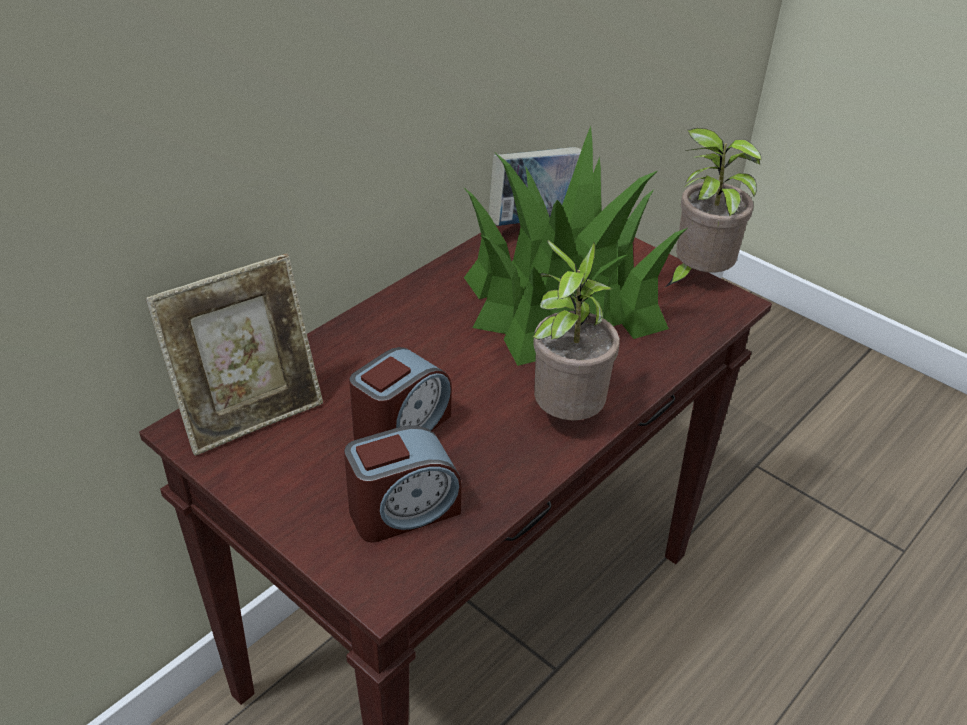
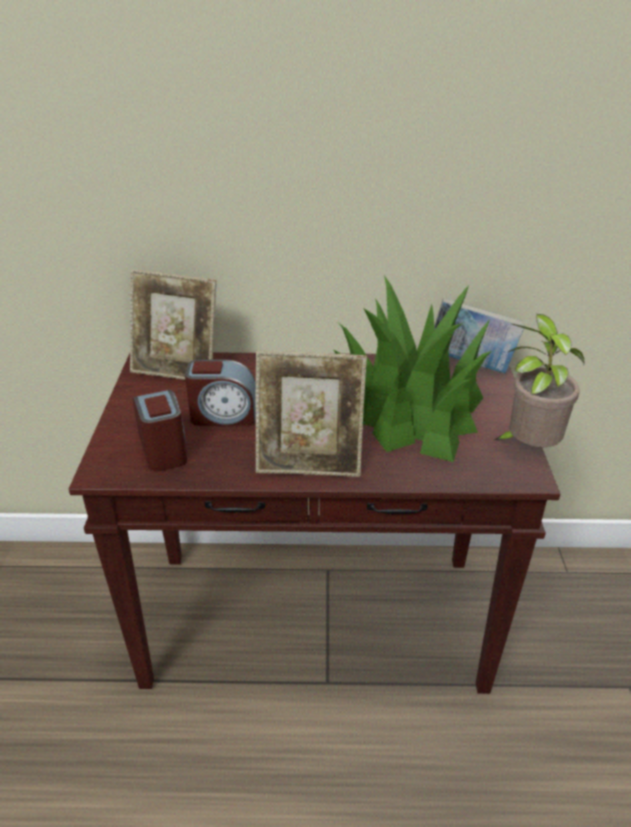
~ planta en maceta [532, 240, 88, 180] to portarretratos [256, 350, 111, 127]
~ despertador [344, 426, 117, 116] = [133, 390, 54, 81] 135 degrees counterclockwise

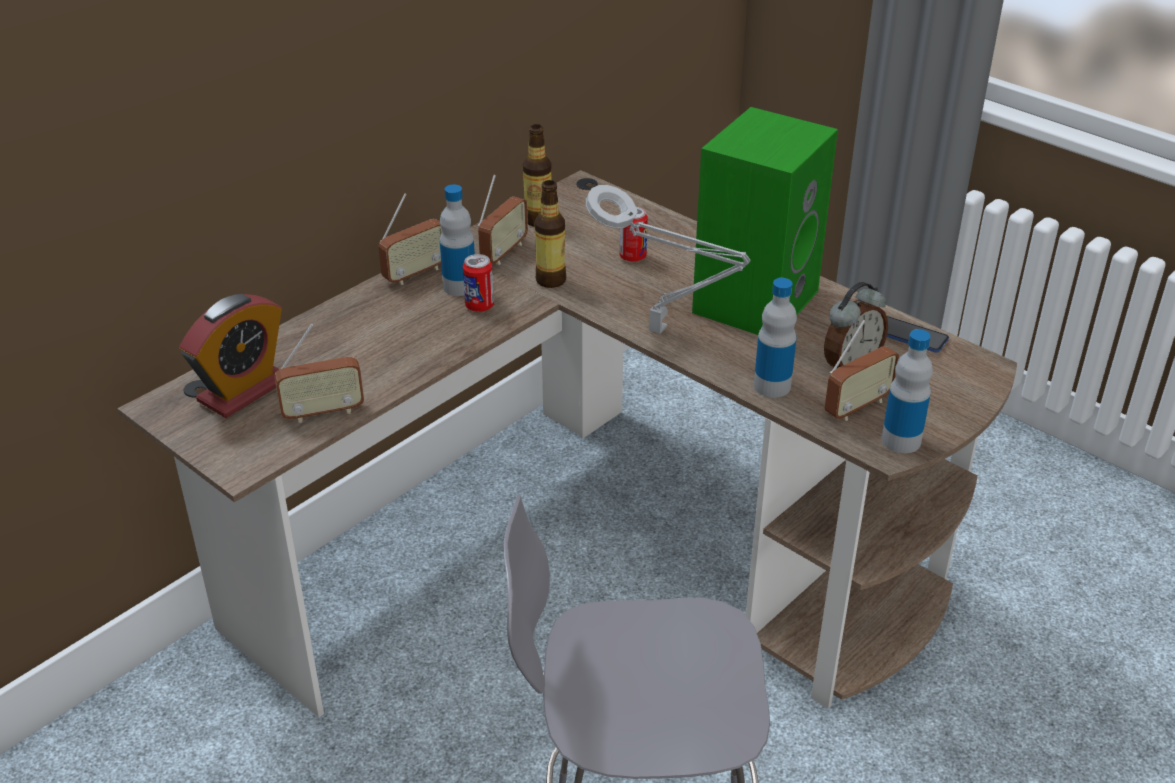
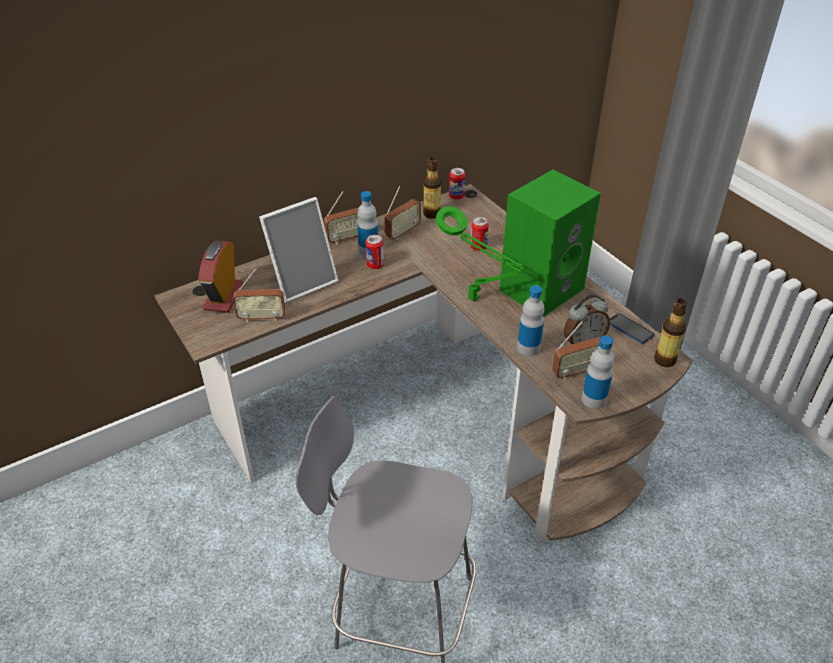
+ portarretratos [259, 197, 80, 106]
+ lata [449, 168, 16, 32]
~ botella [534, 180, 32, 108] to [654, 299, 33, 68]
~ lámpara de mesa [gris] [586, 185, 164, 149] to lámpara de mesa [verde] [436, 206, 89, 95]
~ despertador [179, 294, 103, 124] = [198, 241, 45, 72] 135 degrees clockwise

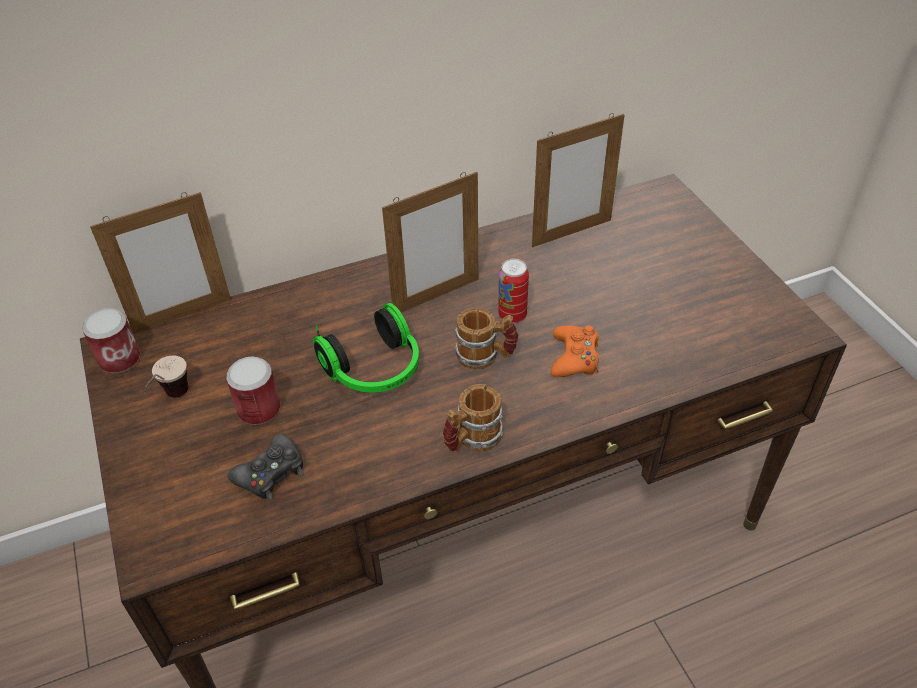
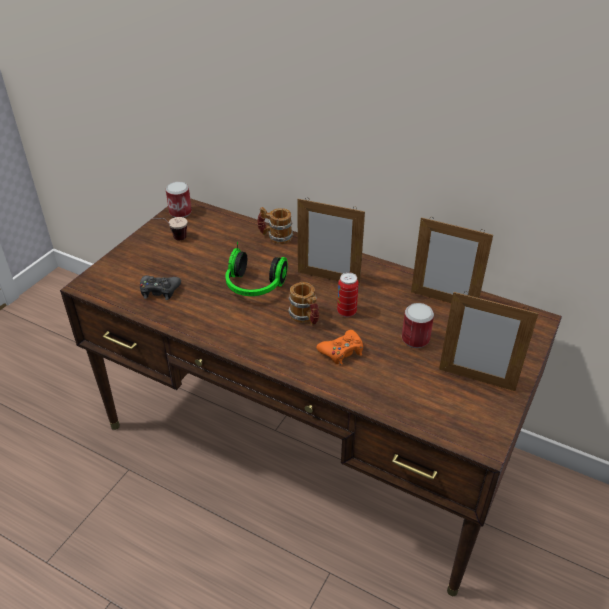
~ portarretratos [90, 192, 141, 142] to [439, 291, 99, 100]
~ lata [226, 357, 54, 68] to [402, 303, 32, 45]
~ taza grande [443, 384, 60, 68] to [257, 207, 36, 37]

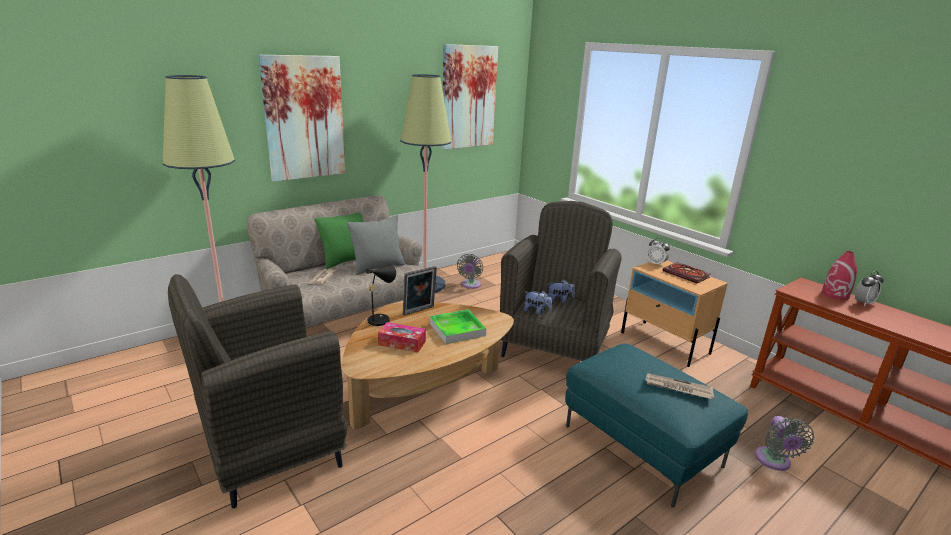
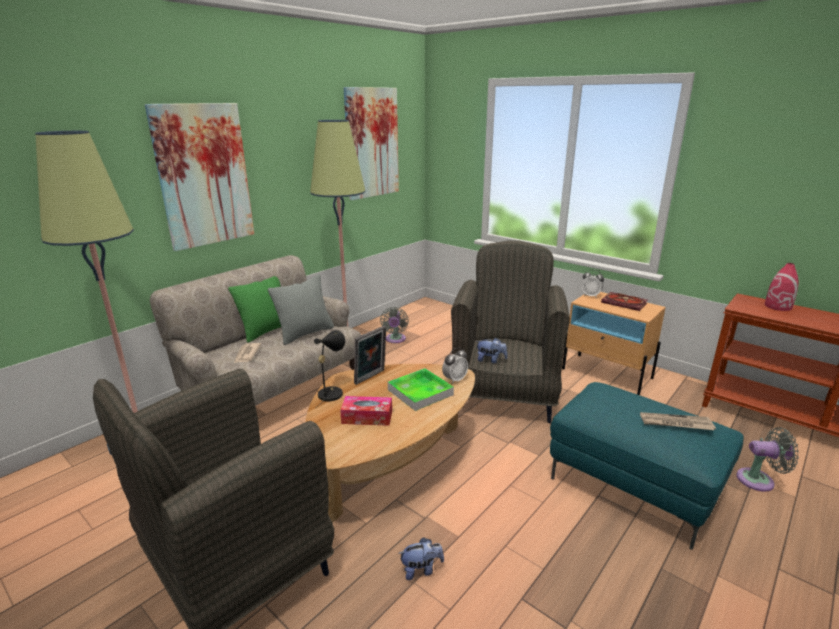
~ peluche [548, 279, 27, 24] to [399, 537, 45, 43]
~ despertador [855, 271, 28, 35] to [442, 348, 26, 36]
~ ventilador [gris] [755, 416, 59, 55] = [736, 427, 63, 65] 75 degrees counterclockwise

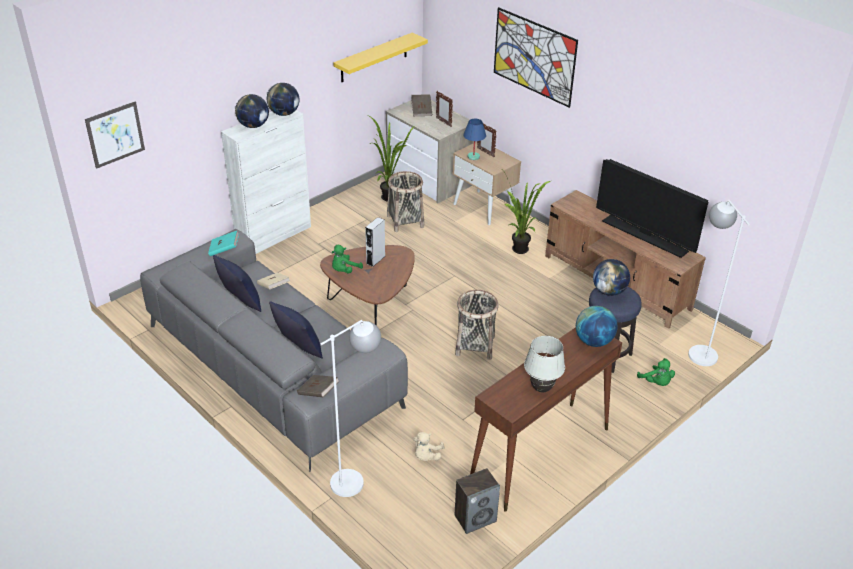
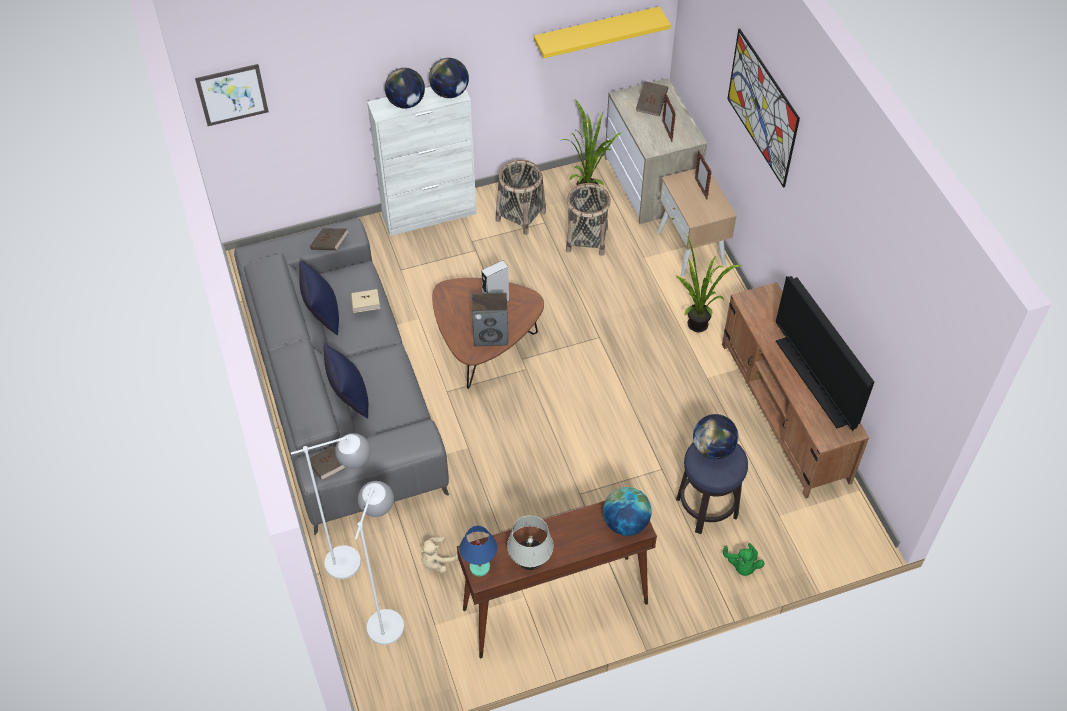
- peluche [verde] [332, 245, 31, 29]
~ cesta [455, 290, 44, 70] to [496, 160, 50, 75]
~ altavoz [455, 468, 45, 66] to [472, 293, 36, 53]
~ lámpara de mesa [azul] [463, 119, 23, 41] to [460, 526, 37, 50]
~ lámpara de pie [blanco] [688, 200, 62, 166] to [355, 481, 49, 164]
~ libro [turquesa] [208, 231, 31, 25] to libro [marrón] [310, 228, 40, 22]

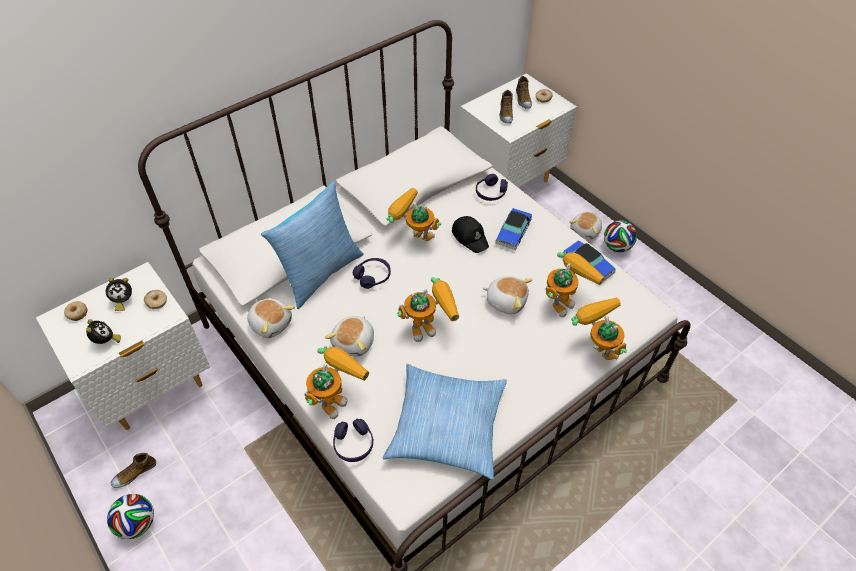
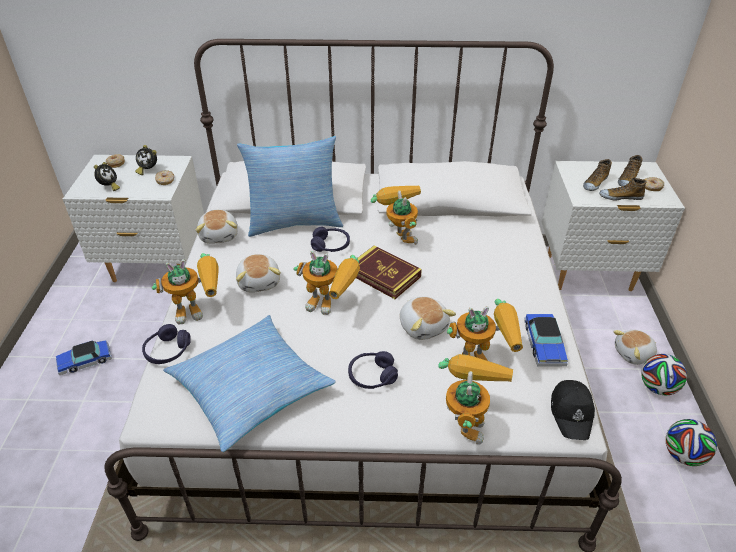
+ libro [356, 245, 66, 54]
~ balón de fútbol [107, 494, 47, 45] to [666, 419, 51, 47]
~ zapato [111, 453, 45, 35] to [599, 177, 47, 24]
~ gorra [negro] [452, 216, 37, 37] to [551, 380, 44, 60]
~ auriculares [morado] [476, 174, 32, 27] to [348, 351, 50, 38]
~ coche de juguete [495, 208, 37, 42] to [56, 340, 56, 35]
~ peluche [325, 316, 49, 40] = [236, 254, 45, 39] 75 degrees counterclockwise

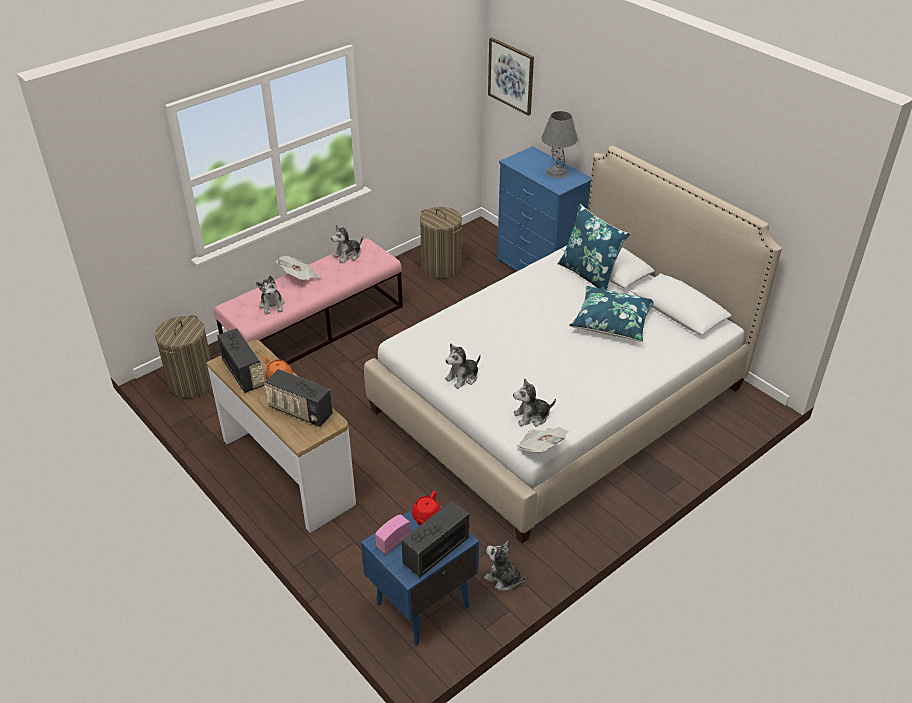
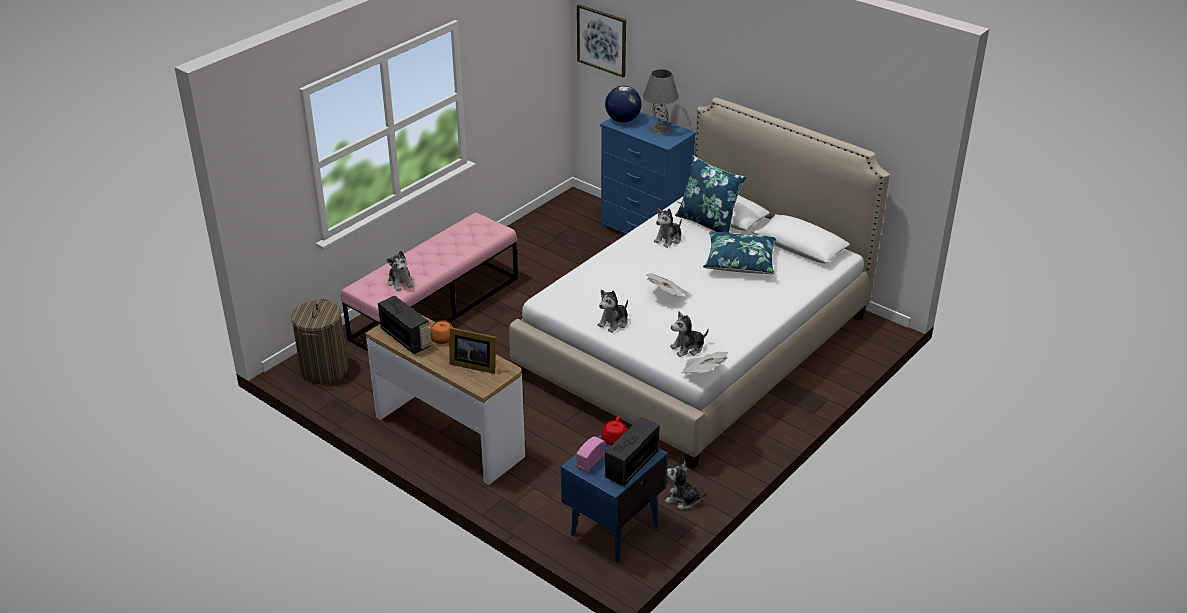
- cesto de la ropa [420, 207, 42, 72]
+ globo terráqueo [605, 86, 37, 37]
~ periódico [276, 256, 45, 24] to [646, 273, 44, 24]
~ peluche [331, 225, 32, 38] to [654, 208, 28, 40]
~ radio [264, 369, 69, 58] to portarretratos [449, 327, 47, 47]

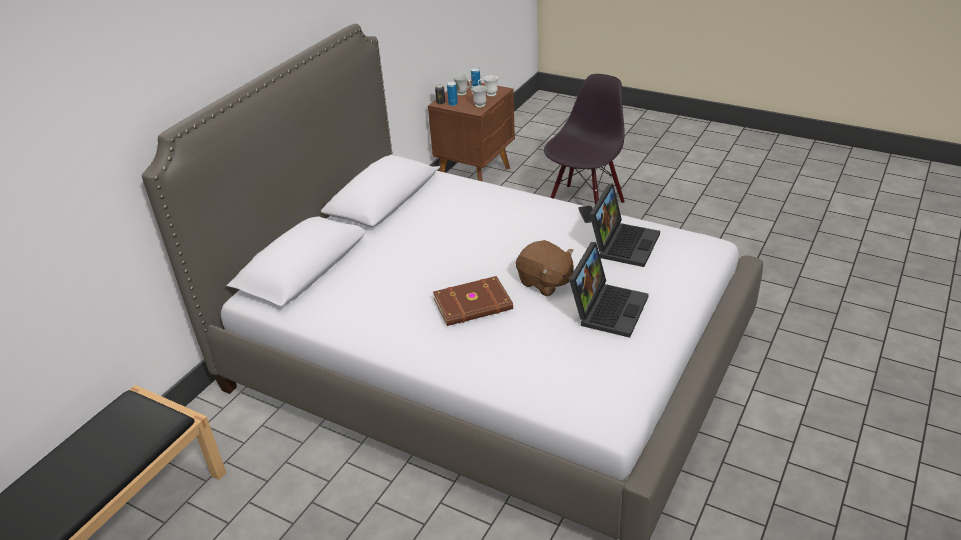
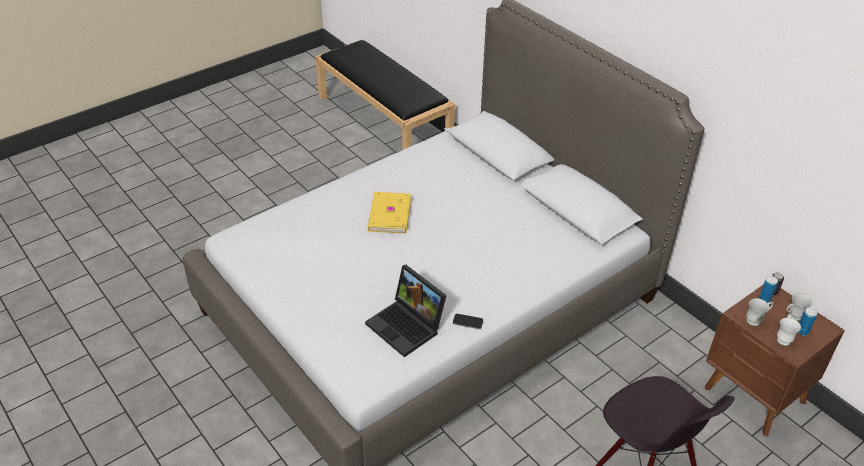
- peluche [marrón] [516, 240, 58, 56]
- portátil [569, 242, 80, 96]
~ libro [marrón] [433, 276, 80, 50] to libro [amarillo] [367, 192, 44, 42]

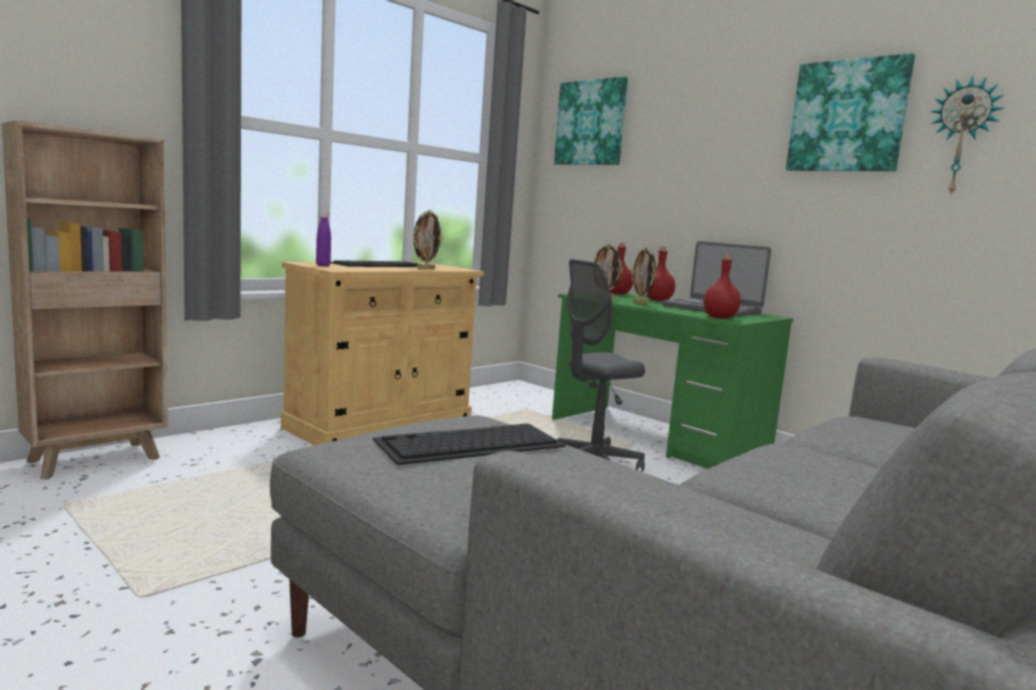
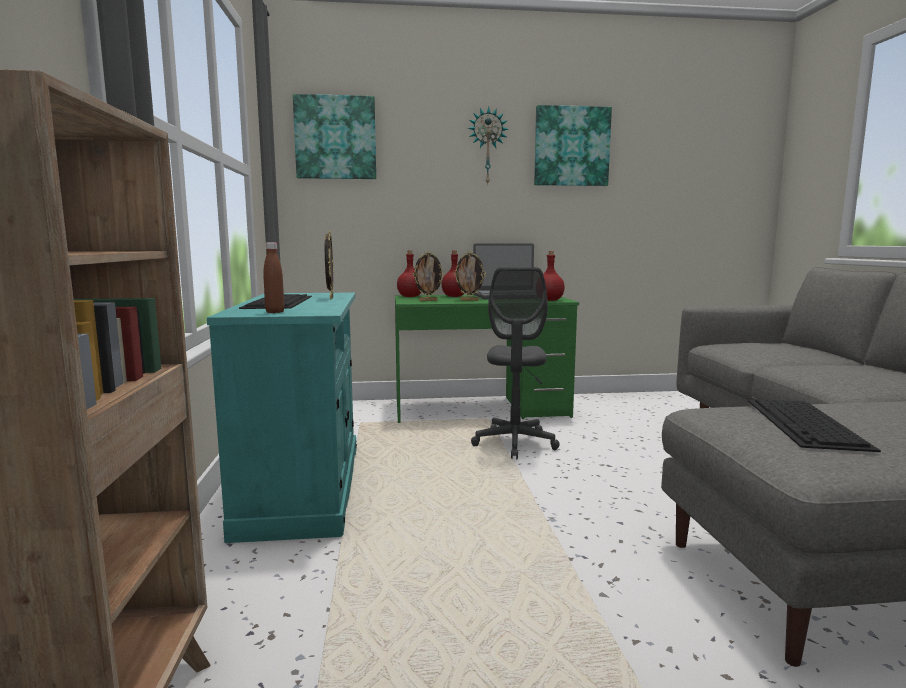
~ reloj de pared [930, 75, 74, 121] to [468, 107, 40, 78]
~ armario [beis] [281, 262, 203, 183] to armario [turquesa] [207, 292, 150, 251]
~ botella [morado] [316, 212, 15, 54] to botella [marrón] [263, 242, 21, 71]

